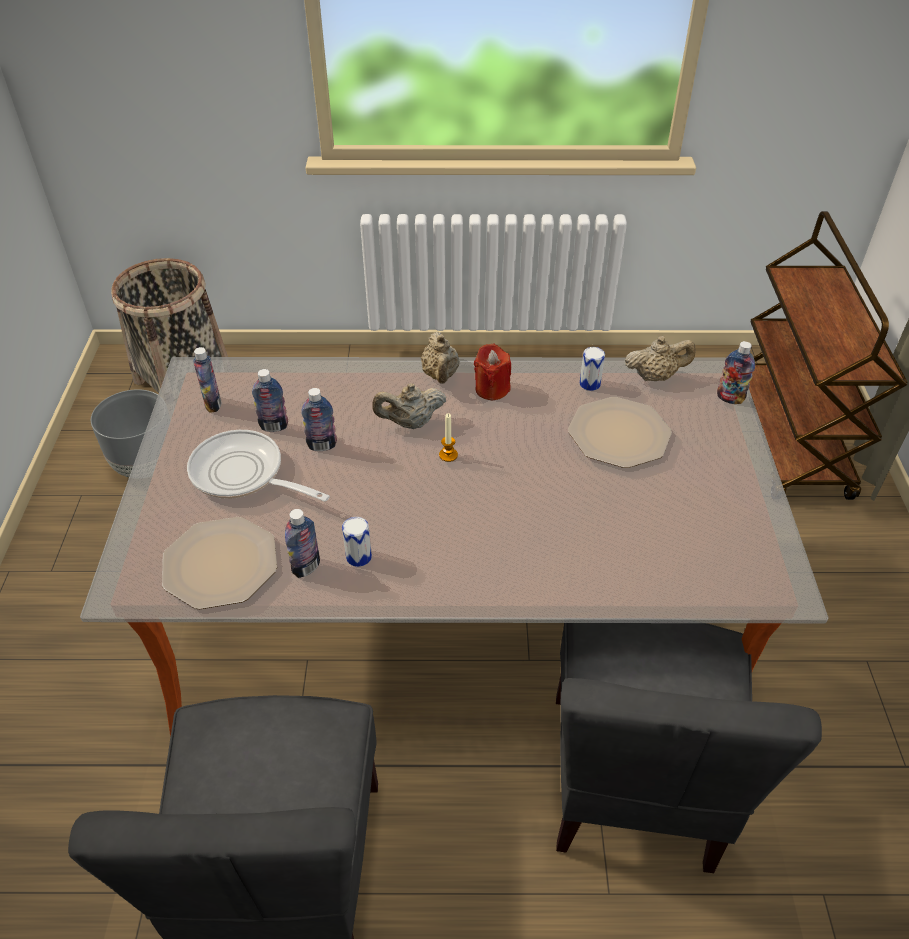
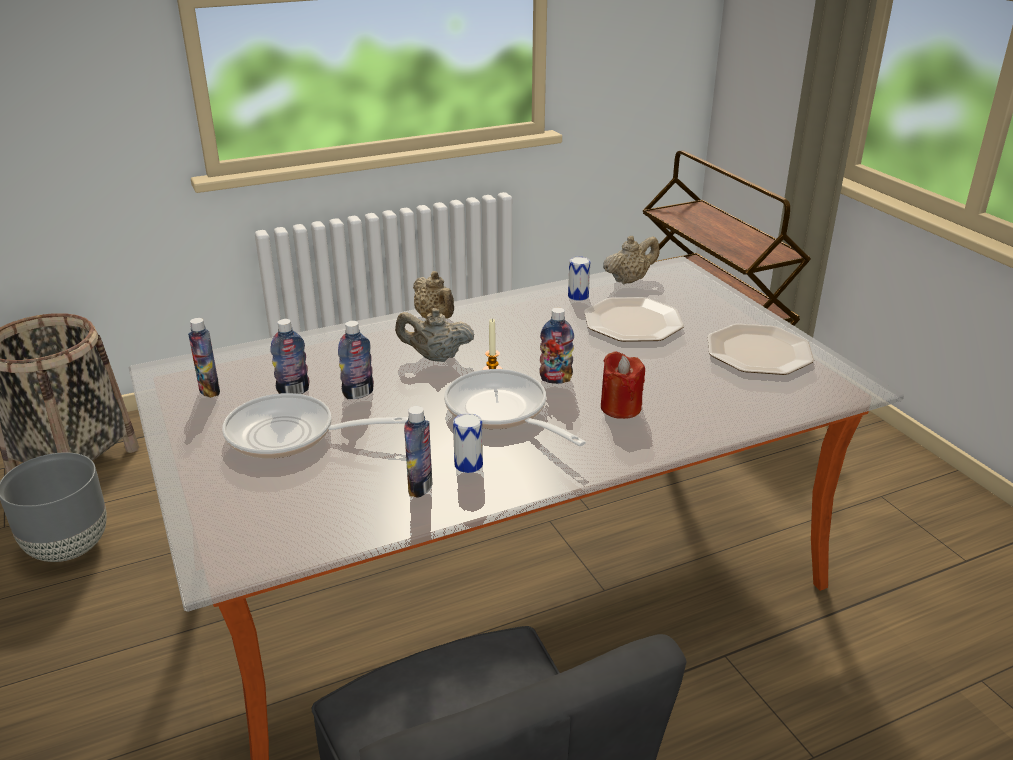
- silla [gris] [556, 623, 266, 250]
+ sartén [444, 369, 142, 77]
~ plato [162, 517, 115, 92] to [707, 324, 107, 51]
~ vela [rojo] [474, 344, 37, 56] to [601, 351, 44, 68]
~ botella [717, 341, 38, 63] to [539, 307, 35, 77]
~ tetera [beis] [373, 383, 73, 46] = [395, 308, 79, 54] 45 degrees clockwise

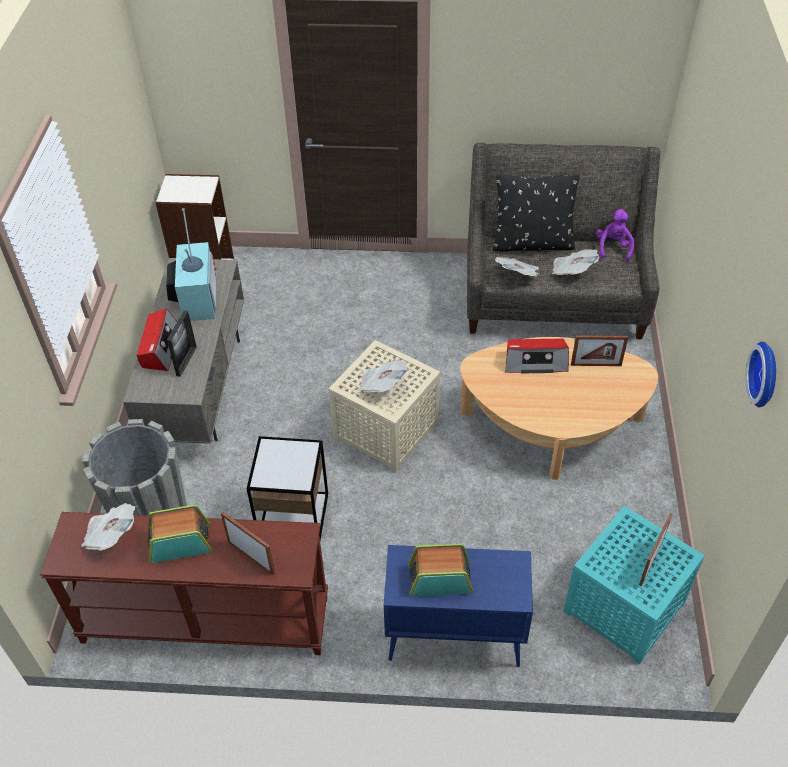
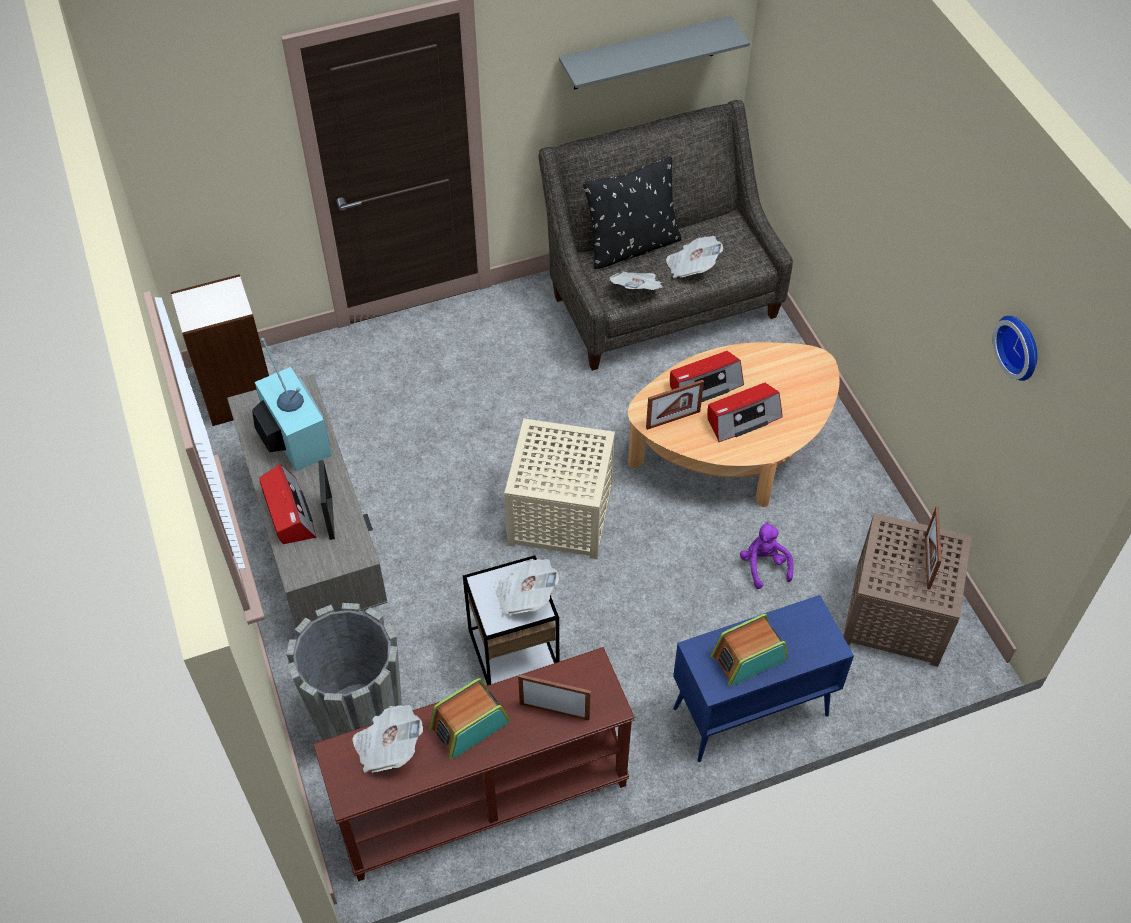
+ estante [gris] [559, 16, 191, 73]
+ radio [707, 383, 76, 59]
~ periódico [359, 360, 48, 33] to [494, 559, 65, 55]
~ portarretratos [571, 335, 57, 31] to [646, 380, 58, 50]
~ peluche [morado] [596, 209, 39, 53] to [740, 522, 54, 67]
~ mesa auxiliar [turquesa] [563, 506, 142, 159] to mesa auxiliar [marrón] [843, 513, 129, 154]

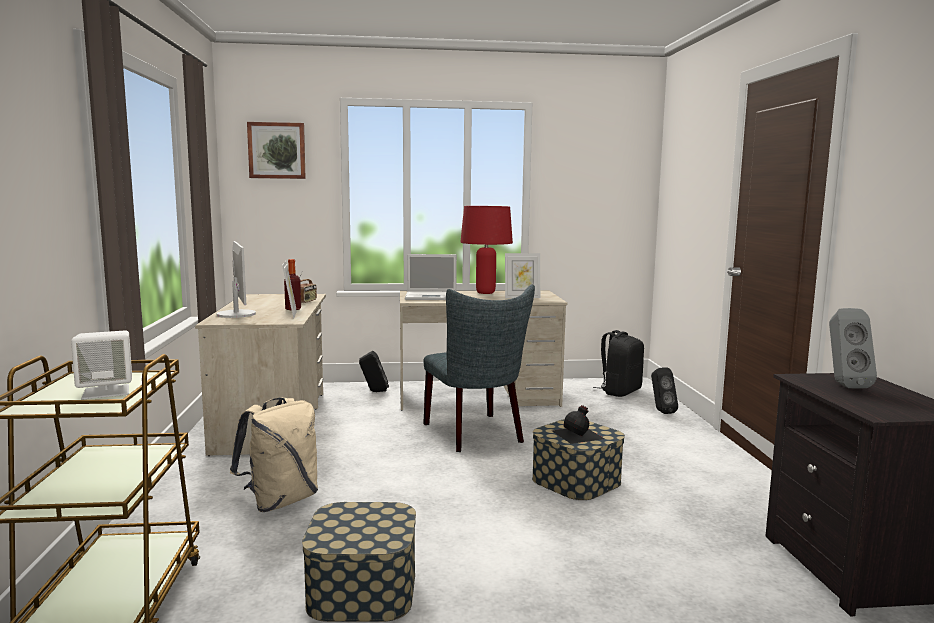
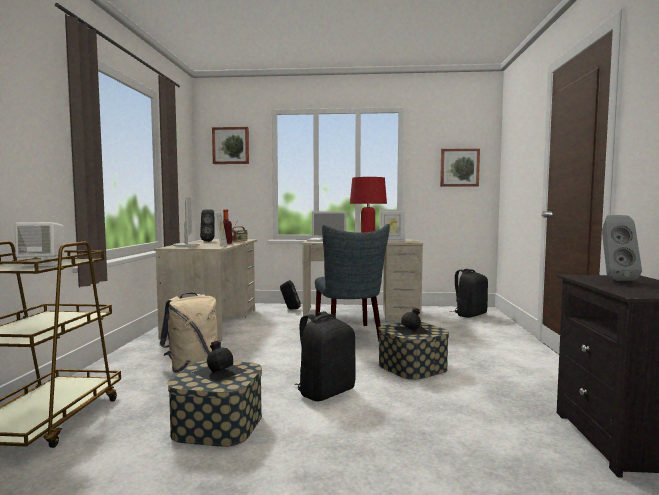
+ botella [negro] [191, 340, 56, 42]
+ mochila [negro] [295, 311, 61, 90]
+ cuadro [440, 148, 40, 39]
~ altavoz [negro] [651, 368, 27, 46] to [200, 210, 15, 32]

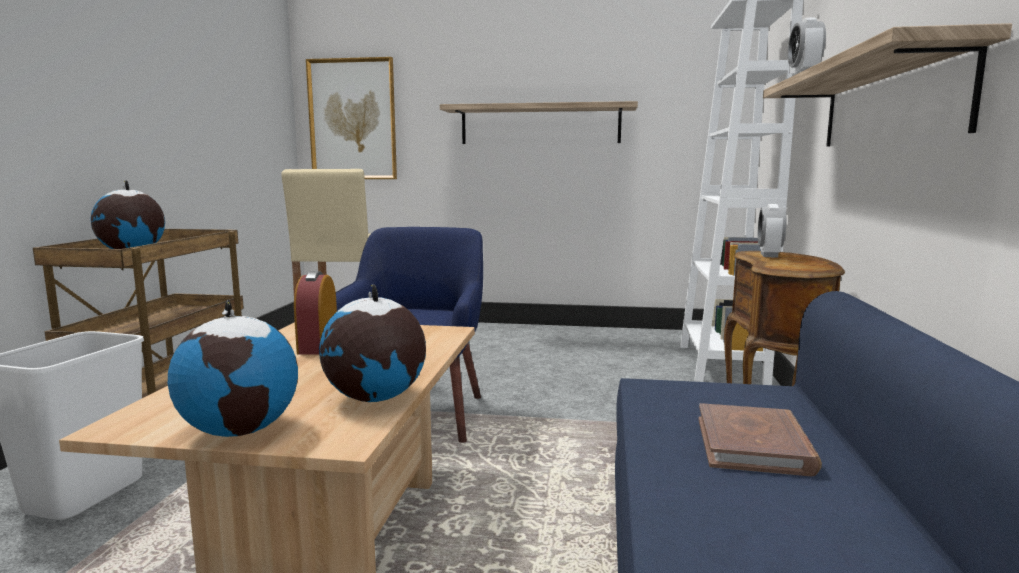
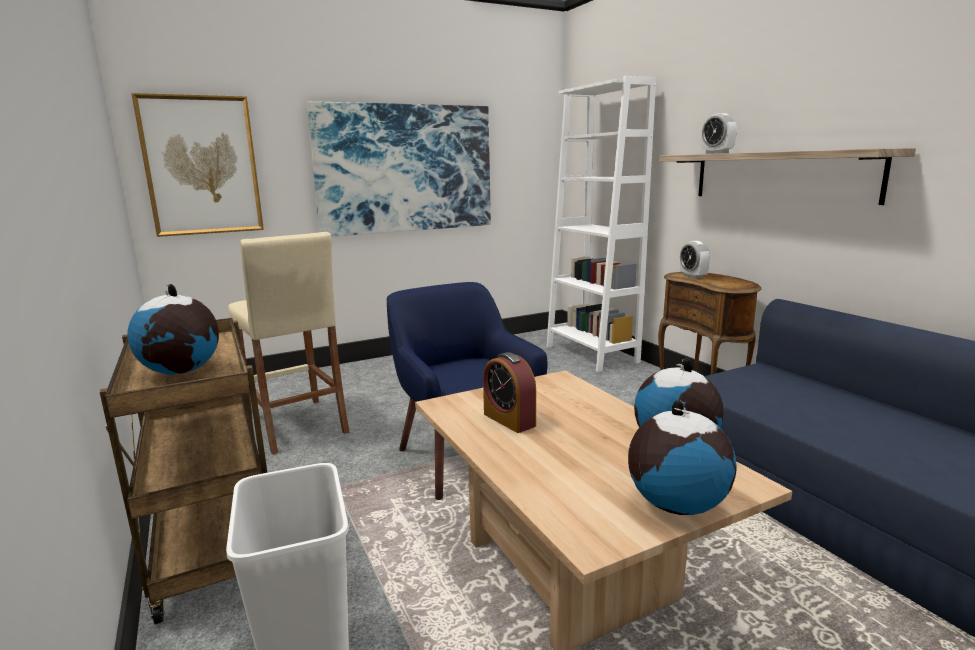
- libro [marrón] [698, 403, 124, 74]
~ estante [440, 101, 198, 43] to cuadro [306, 101, 185, 136]

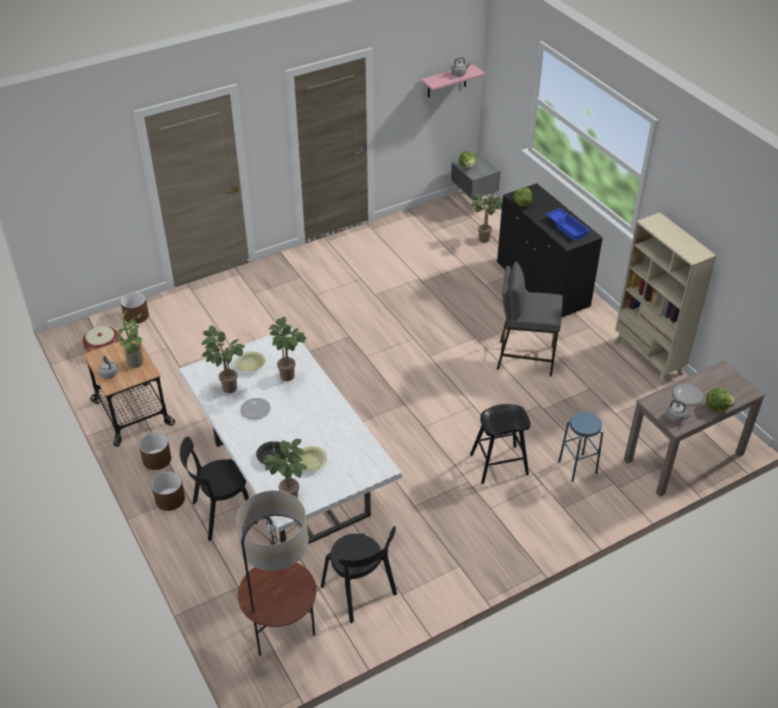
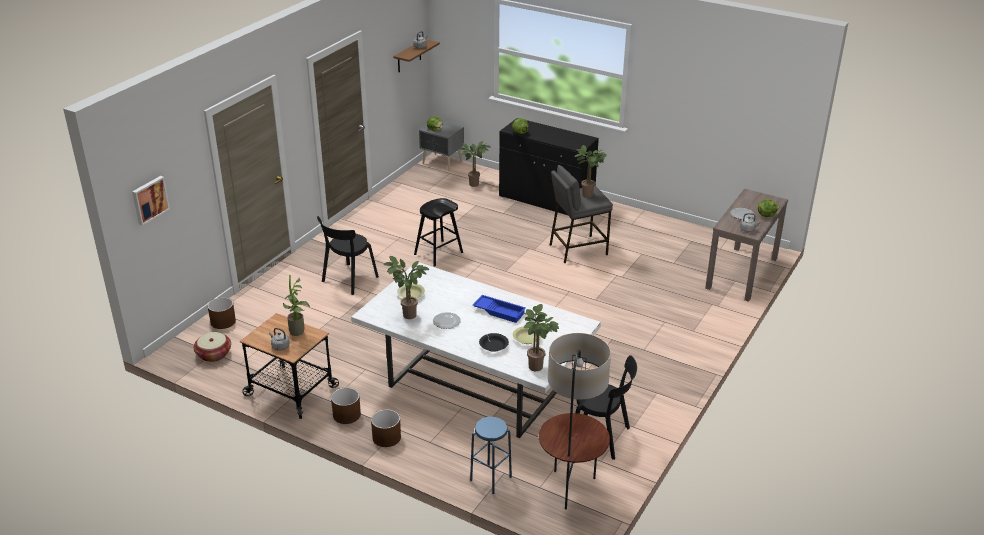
- estantería [beis] [614, 212, 103, 173]
+ cuadro [132, 176, 38, 50]
~ silla [negro] [180, 436, 77, 105] to [317, 216, 62, 79]
~ planta en maceta [268, 317, 38, 64] to [574, 145, 33, 53]
~ taburete [negro] [470, 404, 61, 80] to [414, 198, 49, 69]
~ bandeja [azul] [546, 208, 44, 33] to [473, 295, 53, 28]
~ taburete [azul] [558, 412, 45, 70] to [470, 417, 42, 77]
~ estante [rosa] [421, 64, 64, 33] to estante [marrón] [393, 39, 47, 33]

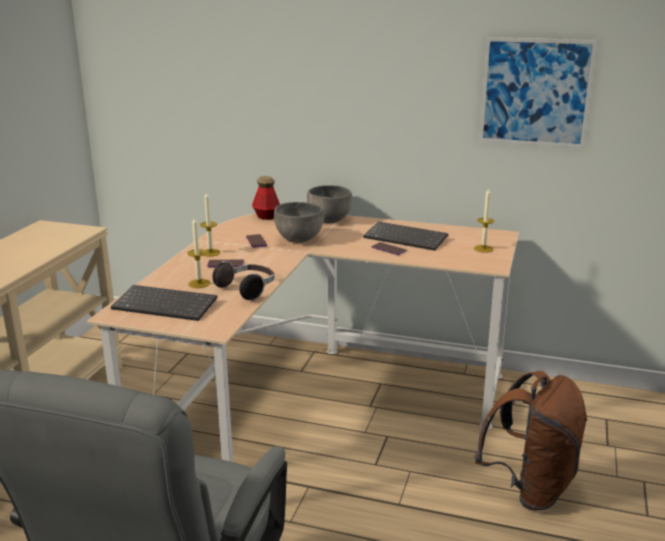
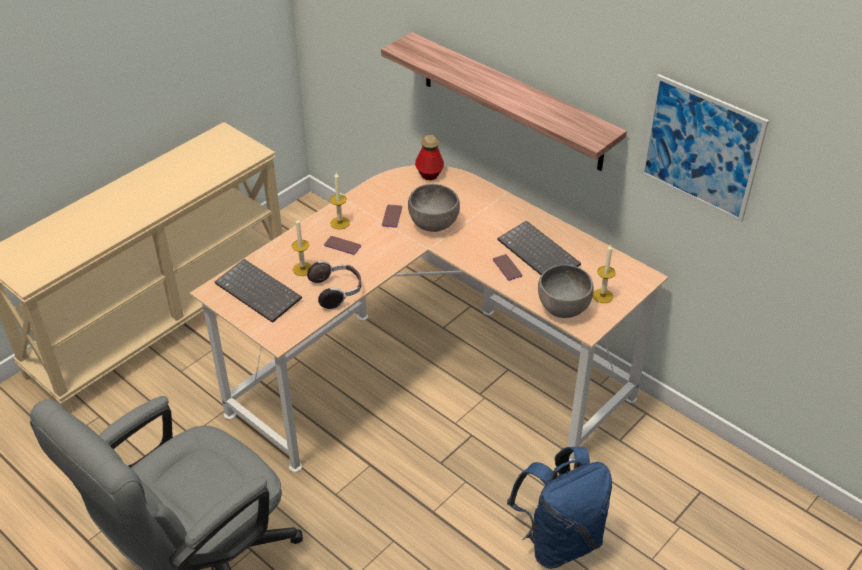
+ estante [381, 32, 246, 139]
~ cuenco [gris] [307, 185, 45, 38] to [538, 264, 56, 54]
~ mochila [marrón] [474, 371, 114, 140] to mochila [azul] [507, 447, 105, 122]

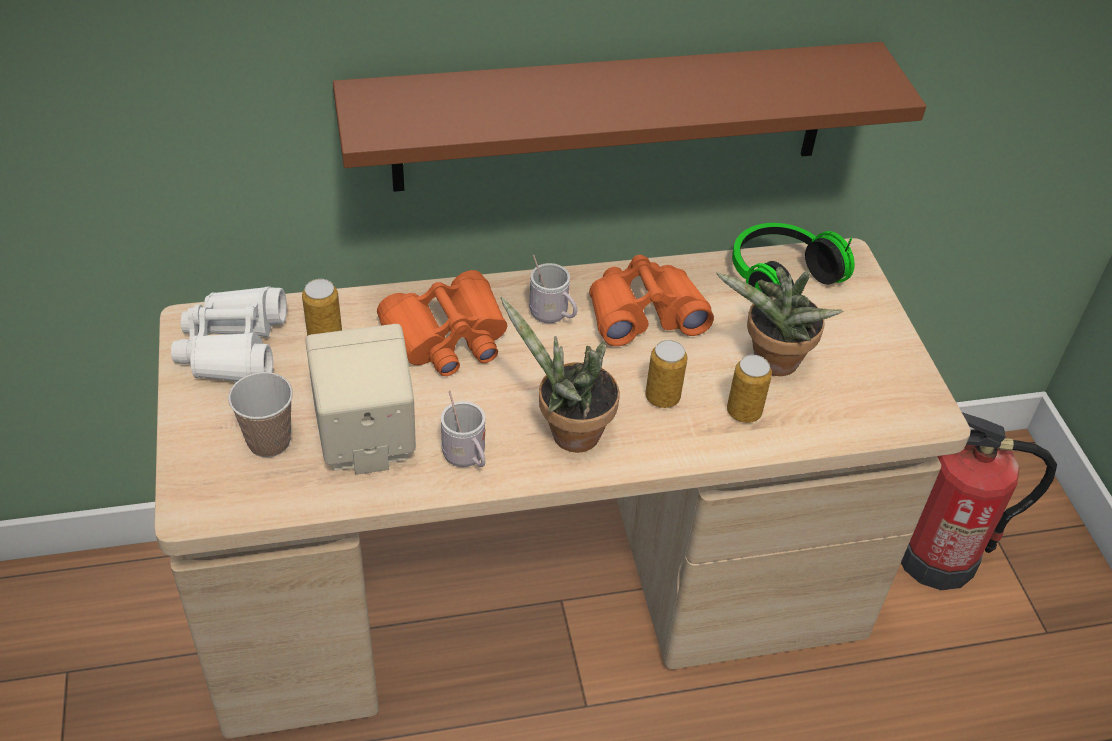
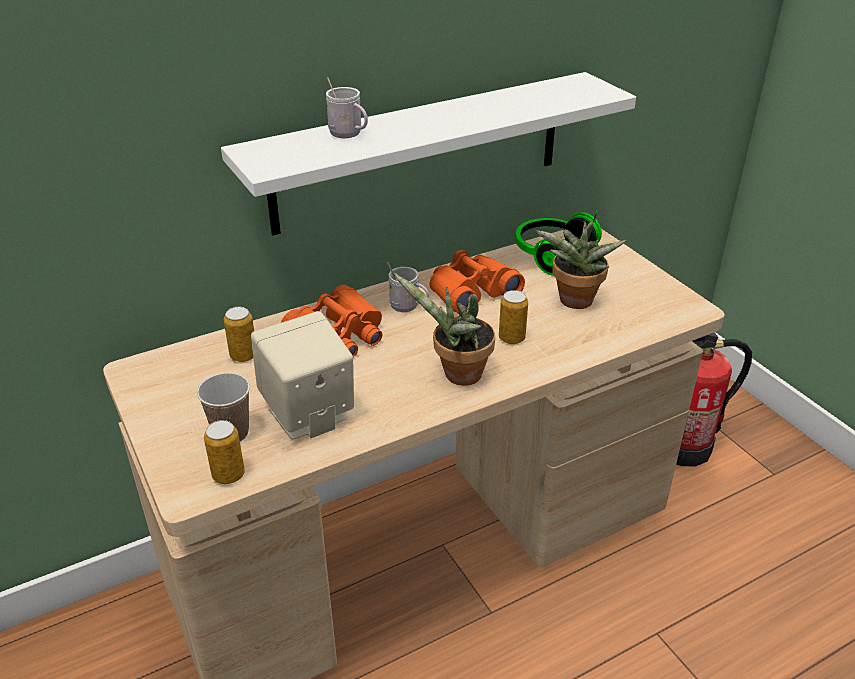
- prismáticos [blanco] [171, 287, 116, 94]
~ taza grande [blanco] [441, 390, 44, 77] to [326, 77, 42, 61]
~ lata [727, 355, 45, 68] to [204, 420, 41, 64]
~ estante [marrón] [333, 42, 593, 150] to estante [blanco] [221, 72, 415, 163]

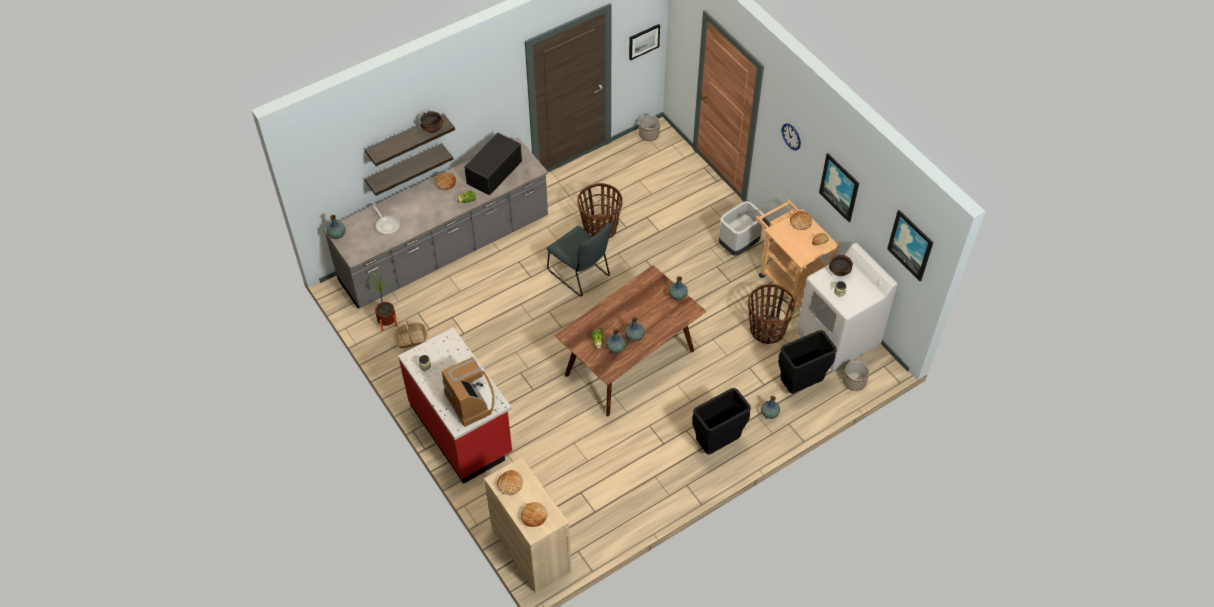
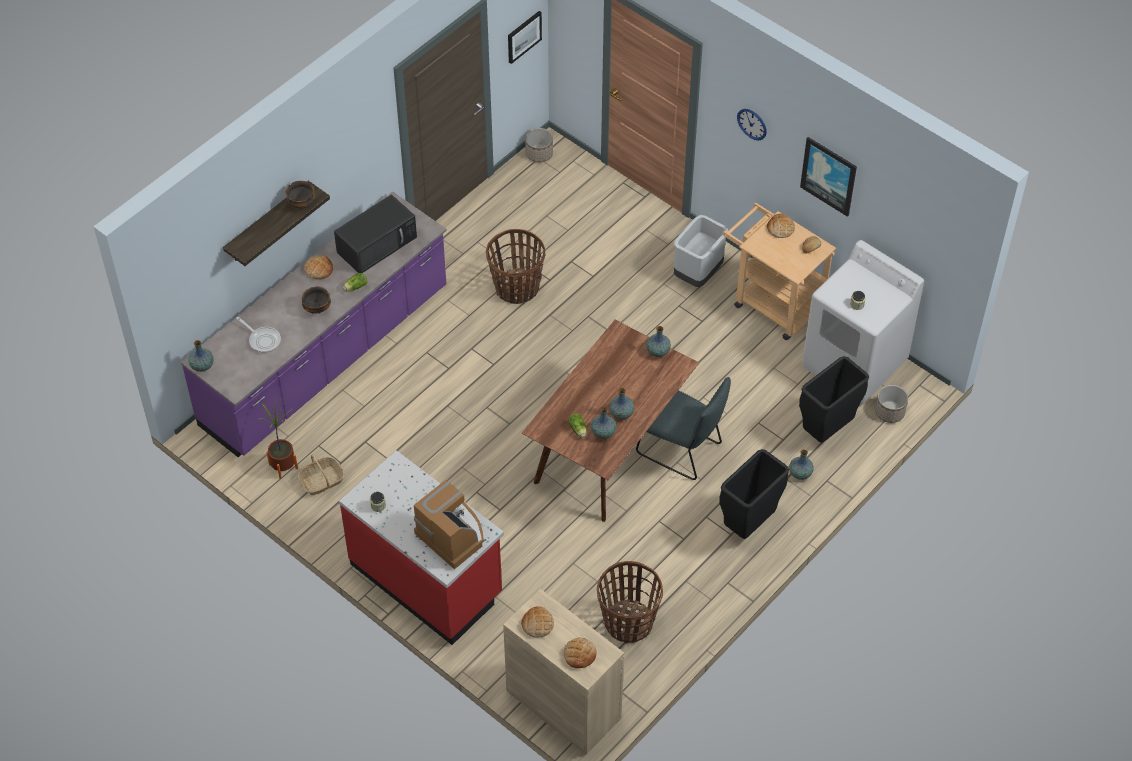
- estante [365, 143, 88, 53]
- cuadro [887, 210, 46, 71]
~ silla [gris] [547, 223, 64, 73] to [636, 377, 95, 103]
~ cesta [748, 284, 48, 60] to [597, 561, 66, 82]
~ cuenco [829, 255, 24, 21] to [302, 286, 29, 28]
~ mueble bajo de cocina [gris] [323, 137, 225, 172] to mueble bajo de cocina [morado] [181, 191, 266, 266]
~ microondas [negro] [464, 132, 58, 64] = [334, 194, 83, 79] 150 degrees counterclockwise

